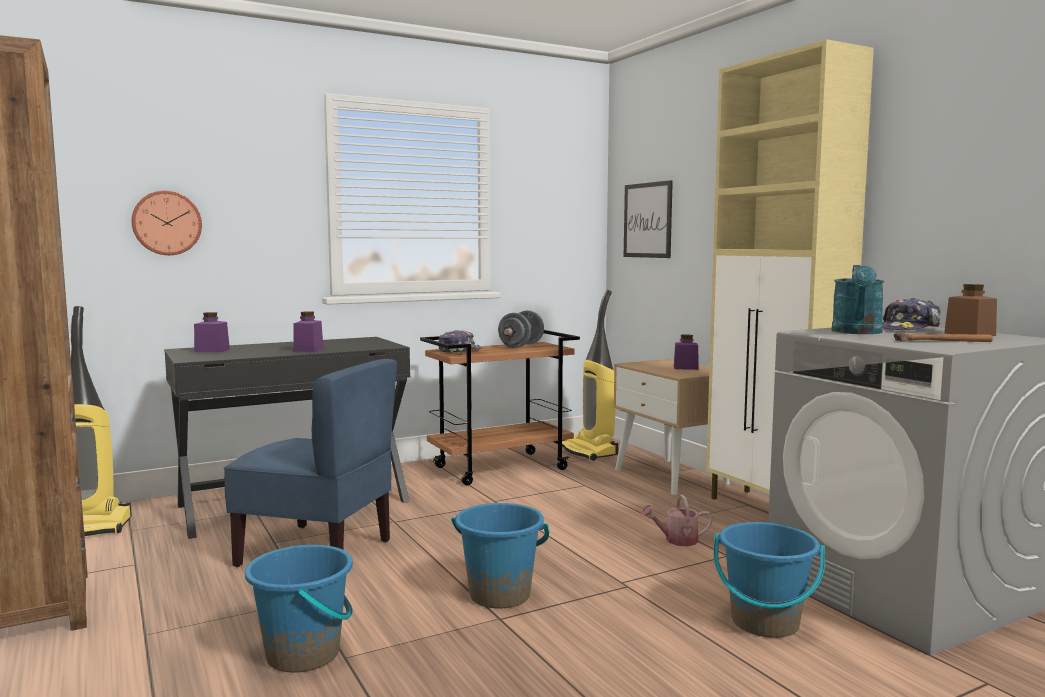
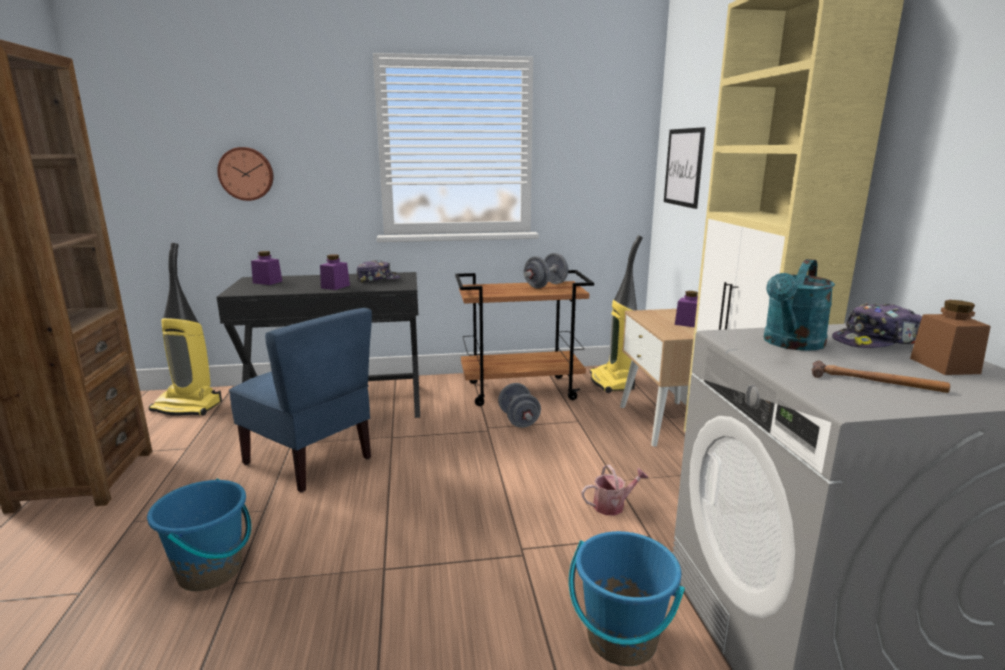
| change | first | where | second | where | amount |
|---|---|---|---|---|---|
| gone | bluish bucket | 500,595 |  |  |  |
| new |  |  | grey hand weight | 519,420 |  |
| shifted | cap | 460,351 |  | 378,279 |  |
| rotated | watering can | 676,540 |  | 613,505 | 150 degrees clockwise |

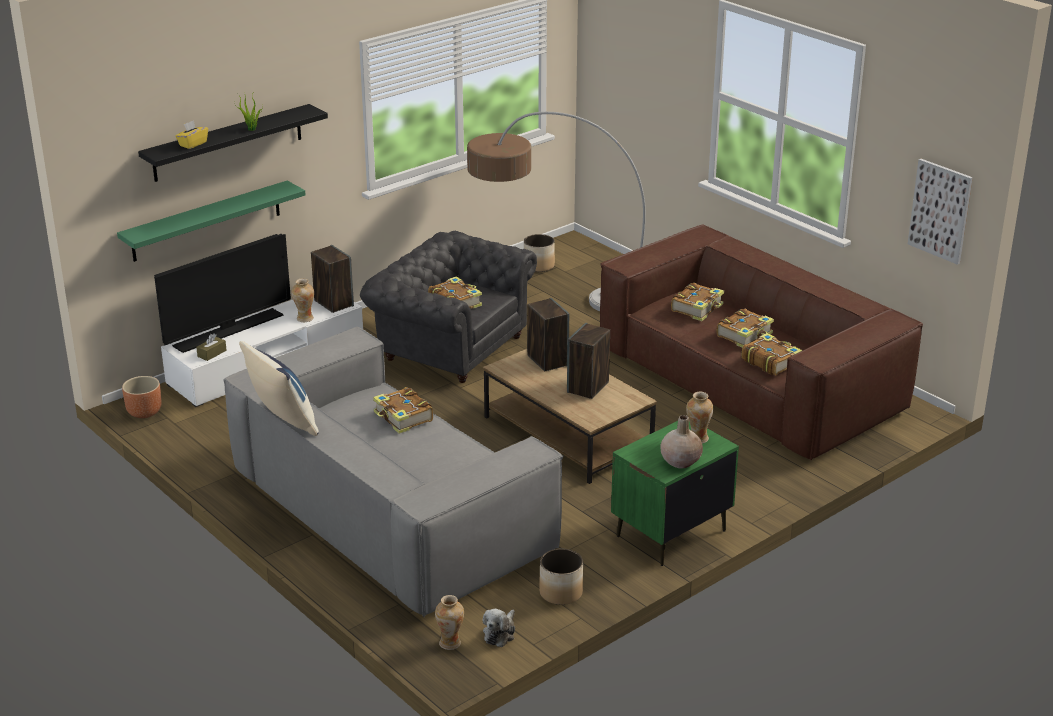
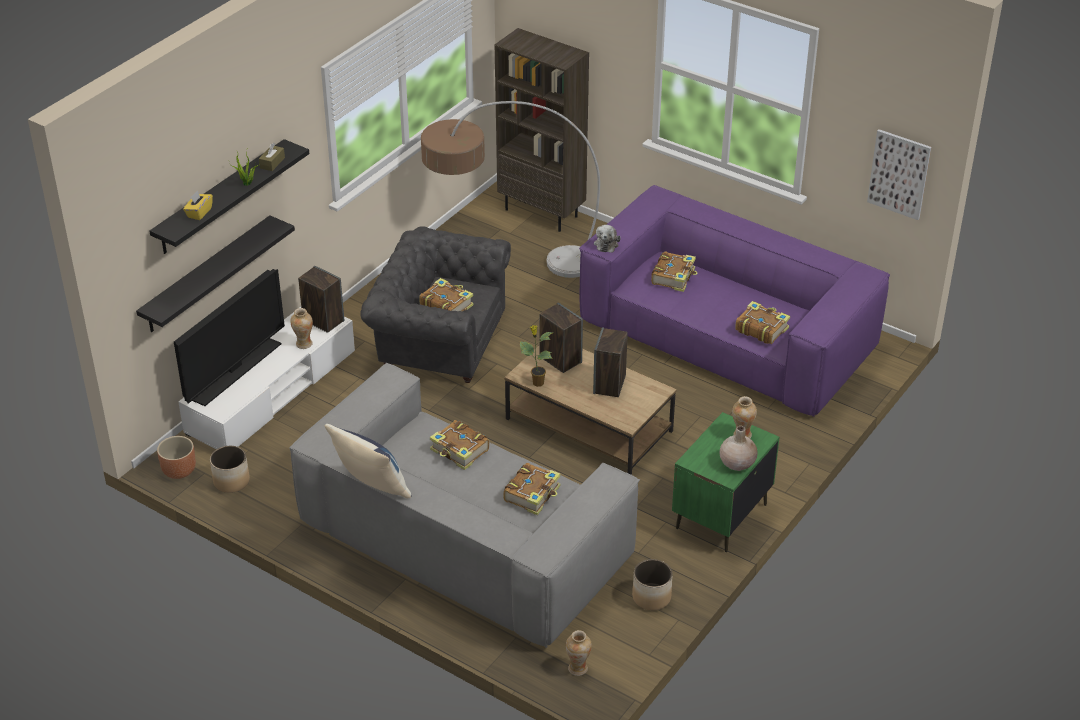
| change | first | where | second | where | amount |
|---|---|---|---|---|---|
| new |  |  | brown shelving unit | 542,213 |  |
| new |  |  | potted plant | 537,382 |  |
| shifted | brown tissue holder | 212,353 |  | 272,163 |  |
| shifted | cuddly toy | 500,633 |  | 606,243 |  |
| shifted | planter | 538,266 |  | 231,481 |  |
| shifted | book | 745,335 |  | 533,494 |  |
| repainted | greenish bracket shelf | 206,221 | black bracket shelf | 207,275 |  |
| repainted | brown sofa | 749,380 | purple sofa | 727,335 |  |

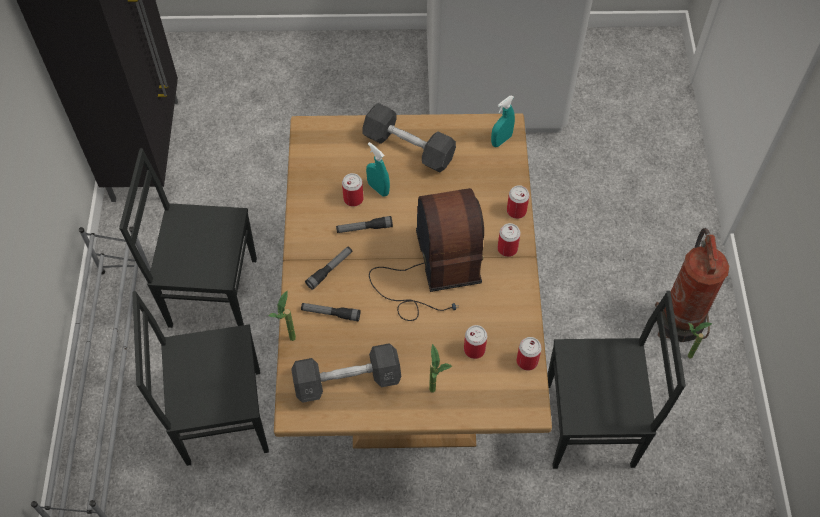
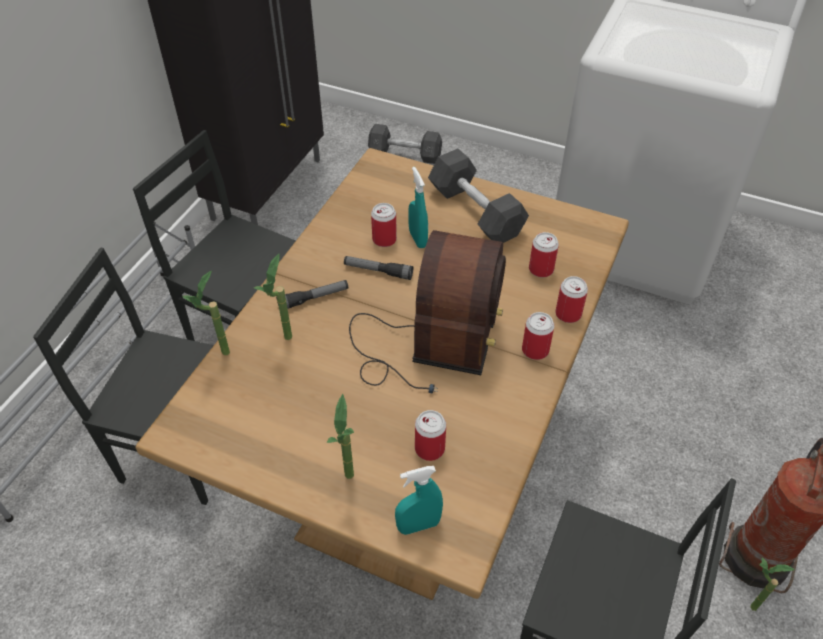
| change | first | where | second | where | amount |
|---|---|---|---|---|---|
| shifted | grey hand weight | 347,380 |  | 405,154 |  |
| shifted | blue-green hand sprayer | 501,140 |  | 418,525 |  |
| shifted | can | 527,361 |  | 541,269 |  |
| swapped | torch | 330,313 | potted plant | 284,343 |  |

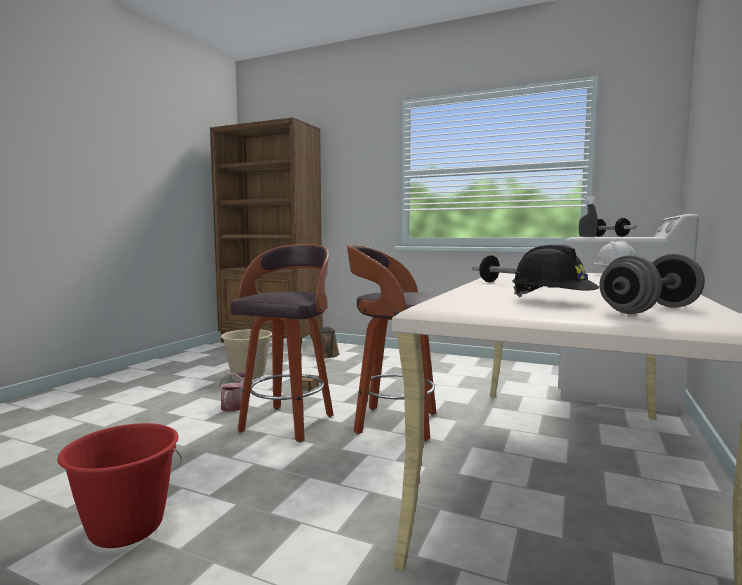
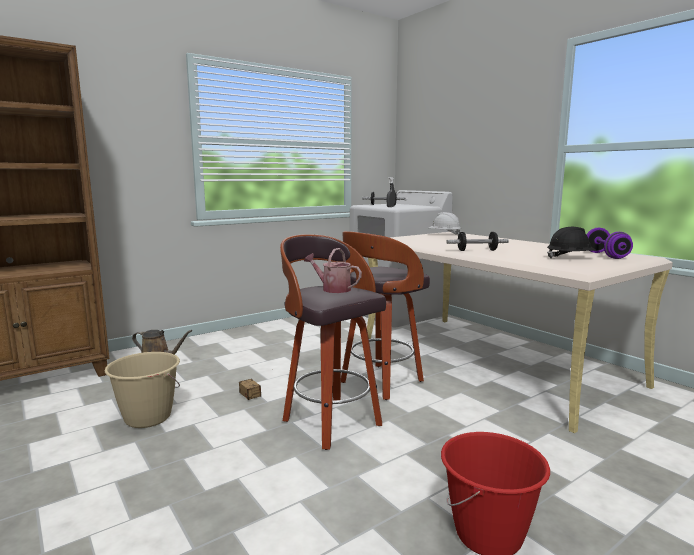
| change | first | where | second | where | amount |
|---|---|---|---|---|---|
| shifted | watering can | 234,405 |  | 332,289 |  |
| repainted | grey hand weight | 650,310 | purple hand weight | 606,255 |  |

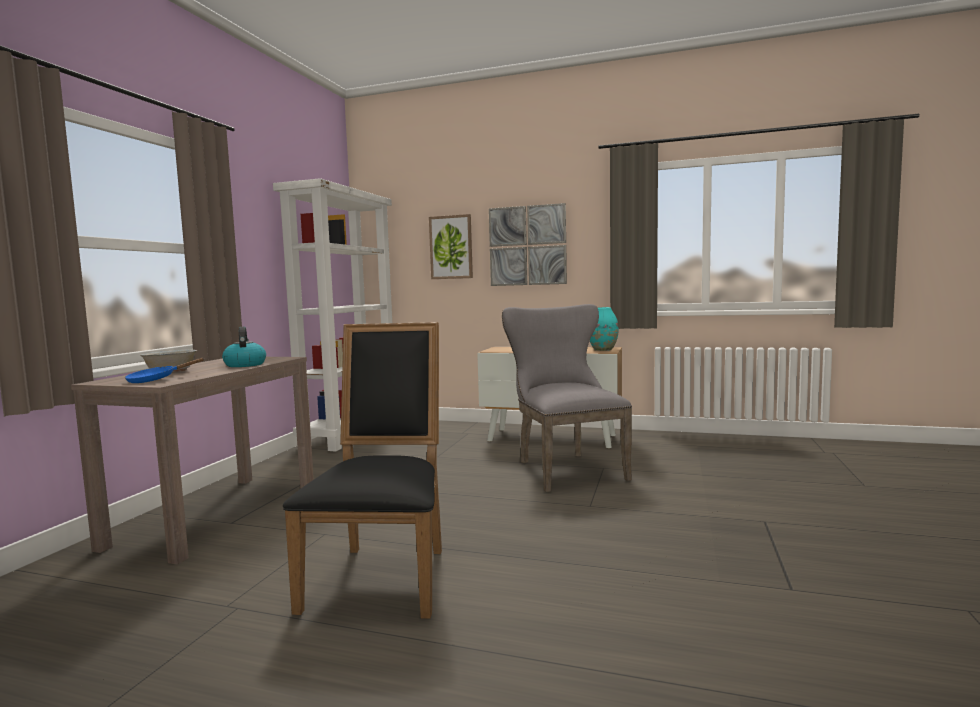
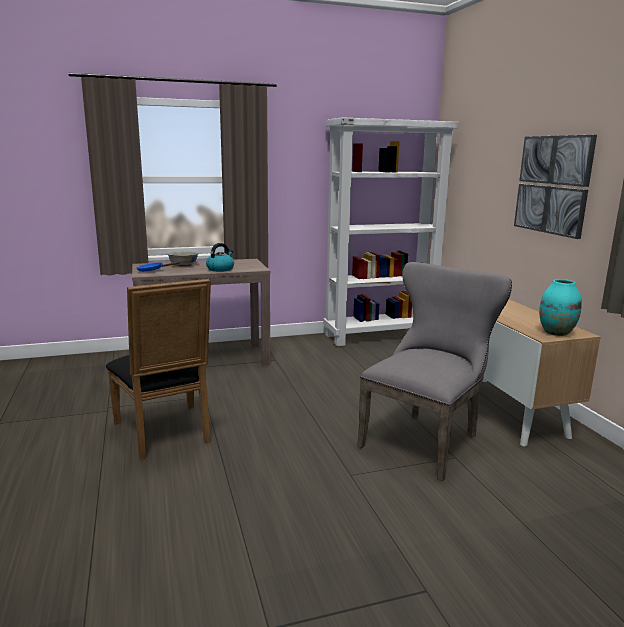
| change | first | where | second | where | amount |
|---|---|---|---|---|---|
| gone | wall picture | 451,247 |  |  |  |
| rotated | black upright chair | 383,575 |  | 166,434 | 90 degrees clockwise |

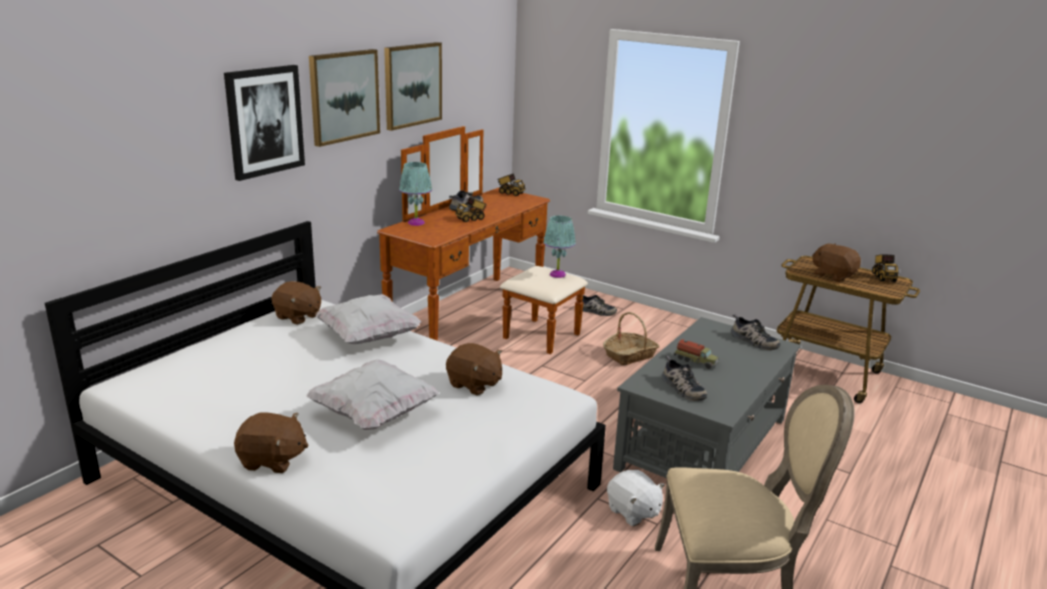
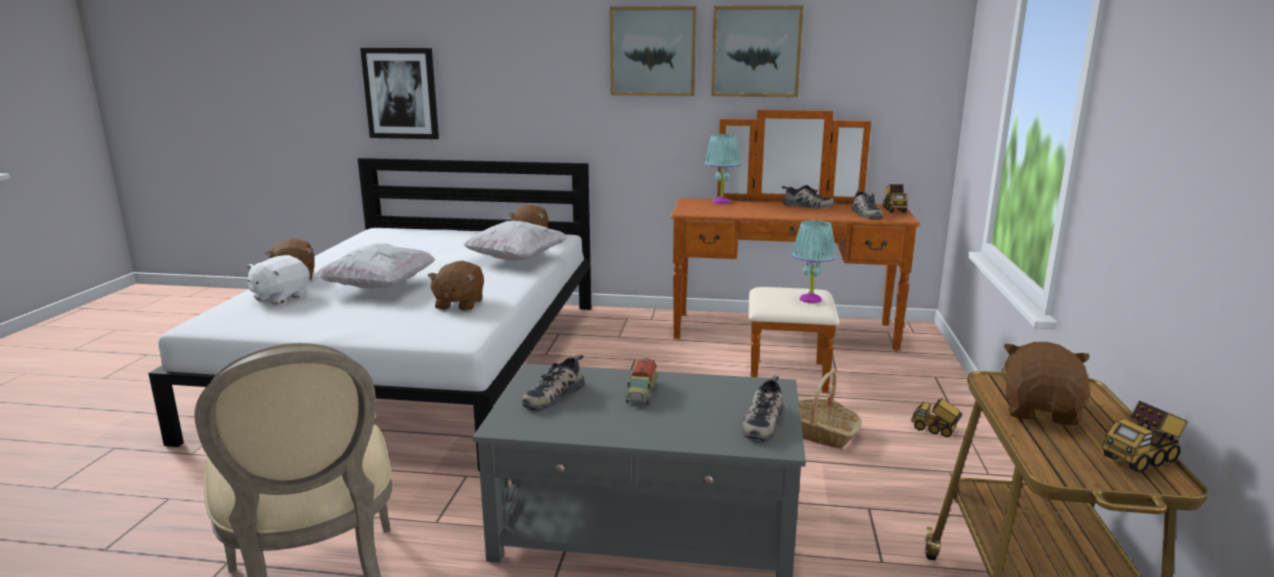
| change | first | where | second | where | amount |
|---|---|---|---|---|---|
| shifted | wall picture | 264,121 |  | 401,93 |  |
| shifted | model truck | 471,219 |  | 935,430 |  |
| shifted | item of footwear | 596,311 |  | 864,214 |  |
| shifted | white cuddly toy | 633,512 |  | 280,297 |  |

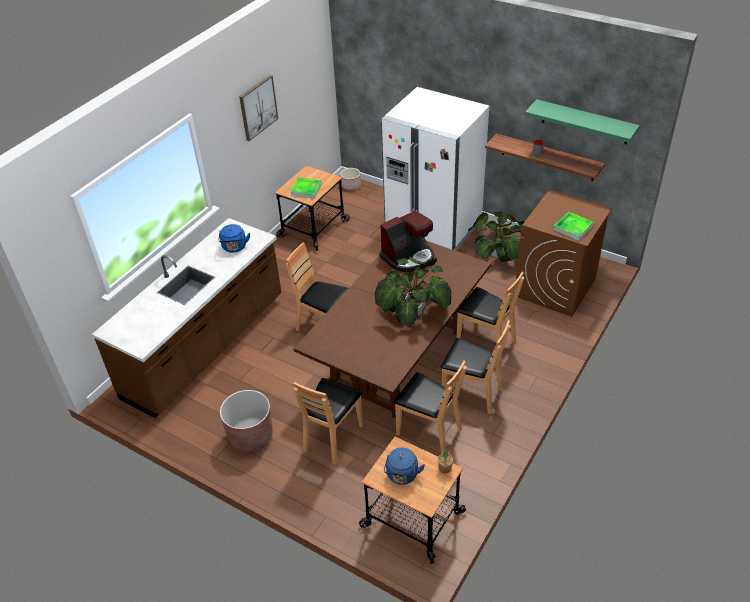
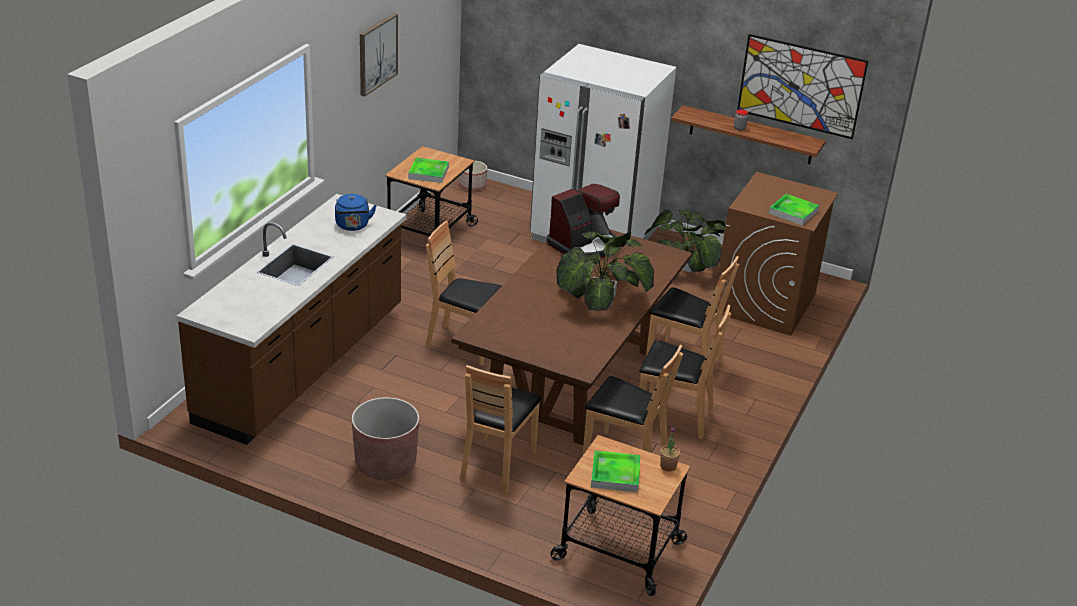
| change | first | where | second | where | amount |
|---|---|---|---|---|---|
| swapped | bluish water kettle | 402,476 | tray | 615,474 |  |
| swapped | greenish bracket shelf | 585,122 | wall picture | 801,86 |  |

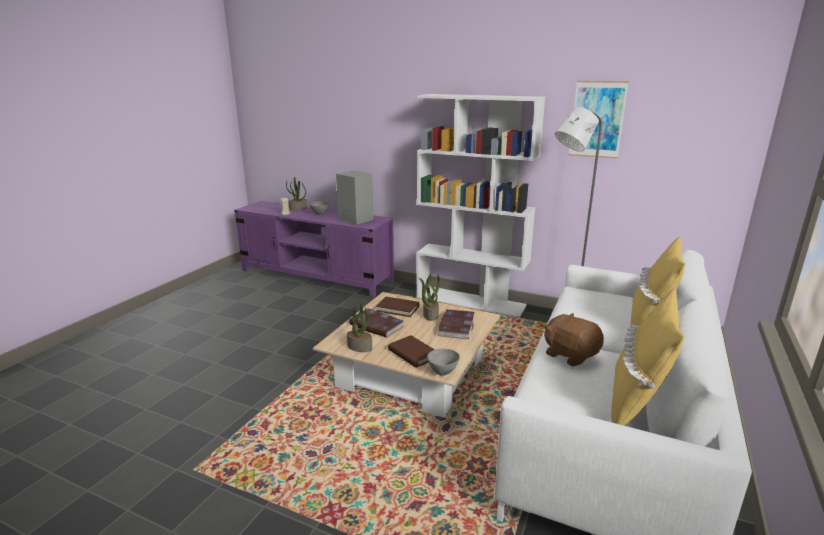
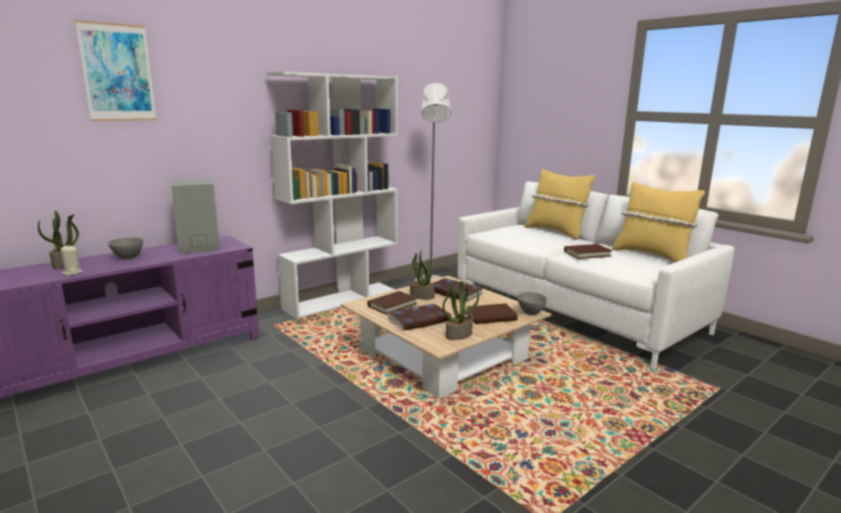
| change | first | where | second | where | amount |
|---|---|---|---|---|---|
| shifted | wall picture | 597,119 |  | 117,73 |  |
| swapped | brown cuddly toy | 570,355 | brown book | 587,254 |  |

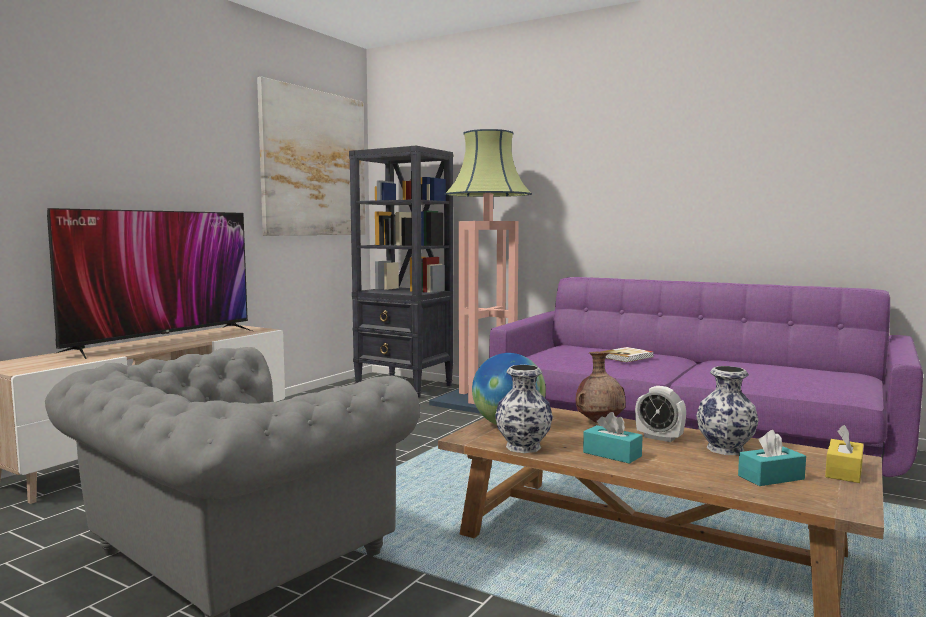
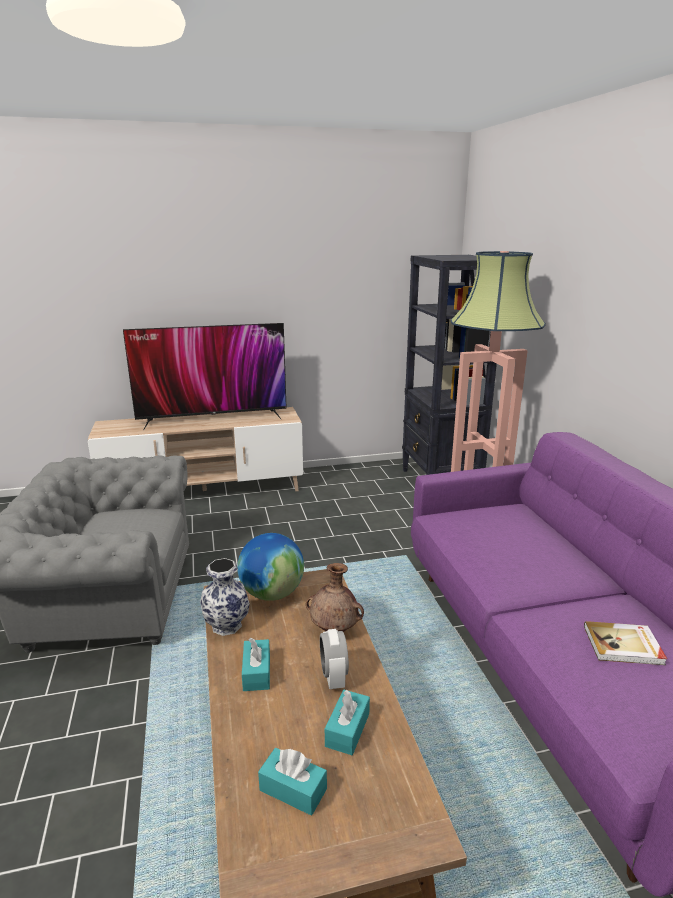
| change | first | where | second | where | amount |
|---|---|---|---|---|---|
| gone | wall picture | 314,163 |  |  |  |
| gone | yellow tissue holder | 844,471 |  |  |  |
| shifted | book | 627,357 |  | 623,645 |  |
| swapped | decorative vase | 726,449 | blue-green tissue holder | 347,730 |  |

